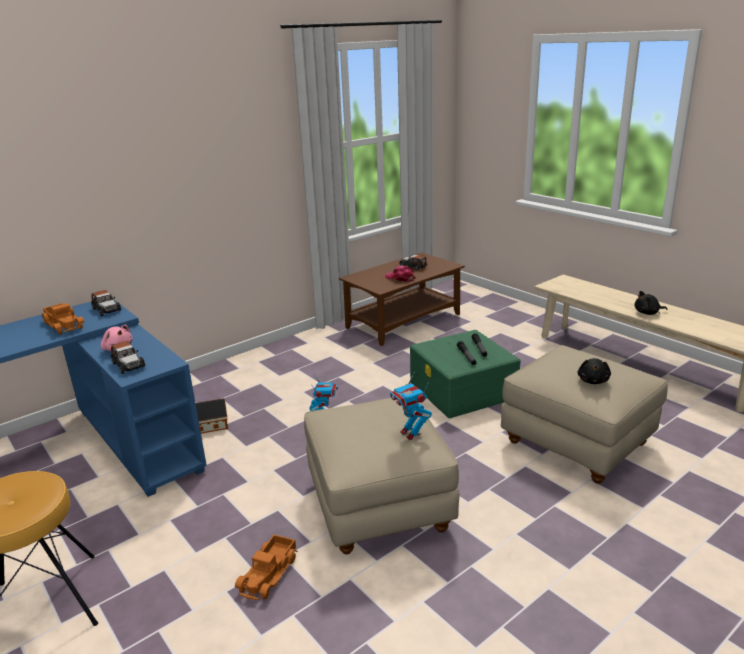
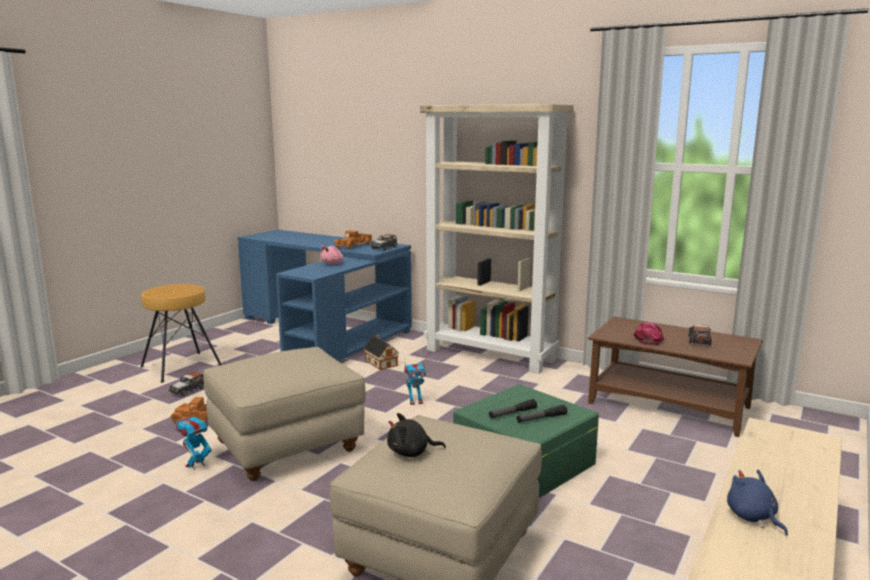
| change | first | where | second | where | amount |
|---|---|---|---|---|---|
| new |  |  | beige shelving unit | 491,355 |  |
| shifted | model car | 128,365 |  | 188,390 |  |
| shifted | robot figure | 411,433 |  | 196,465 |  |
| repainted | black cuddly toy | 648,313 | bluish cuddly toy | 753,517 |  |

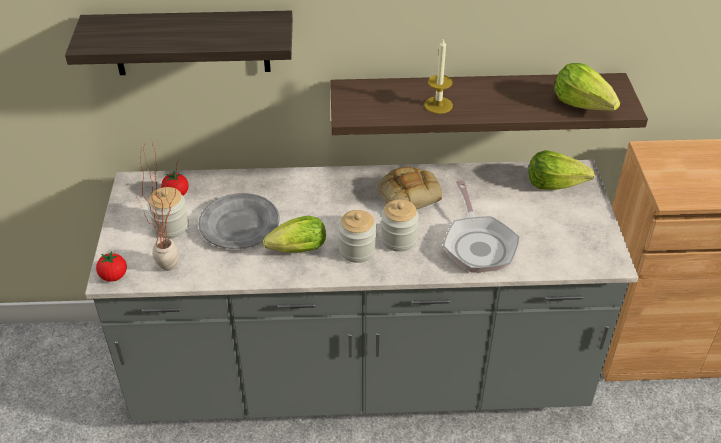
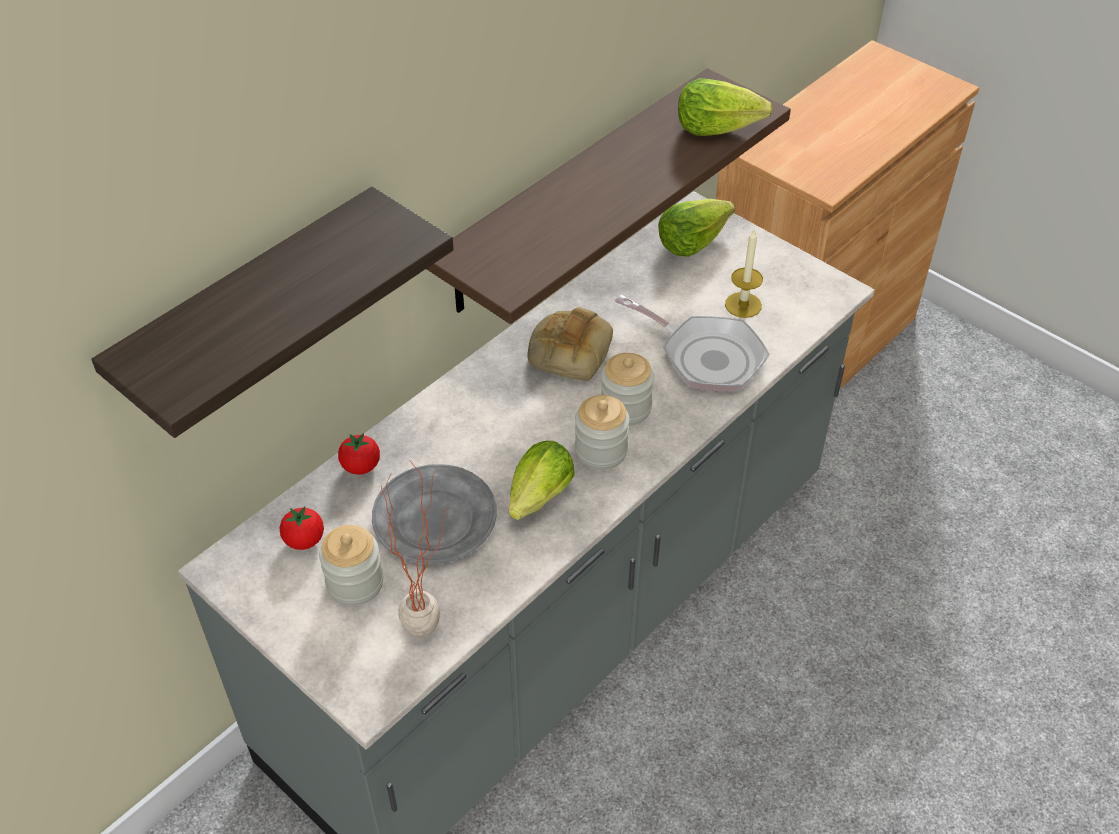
| change | first | where | second | where | amount |
|---|---|---|---|---|---|
| shifted | fresh tomato | 114,276 |  | 361,466 |  |
| shifted | wax candle | 438,105 |  | 743,305 |  |

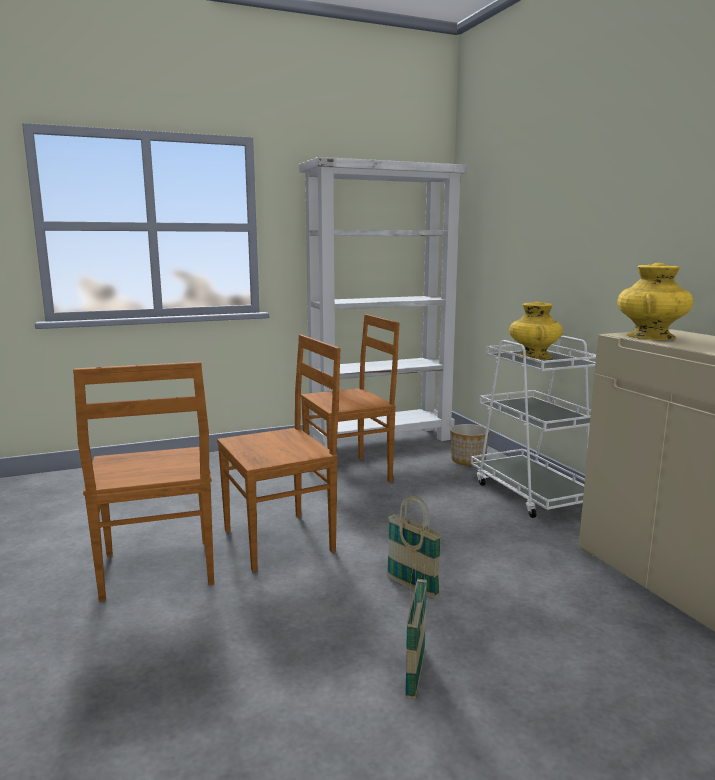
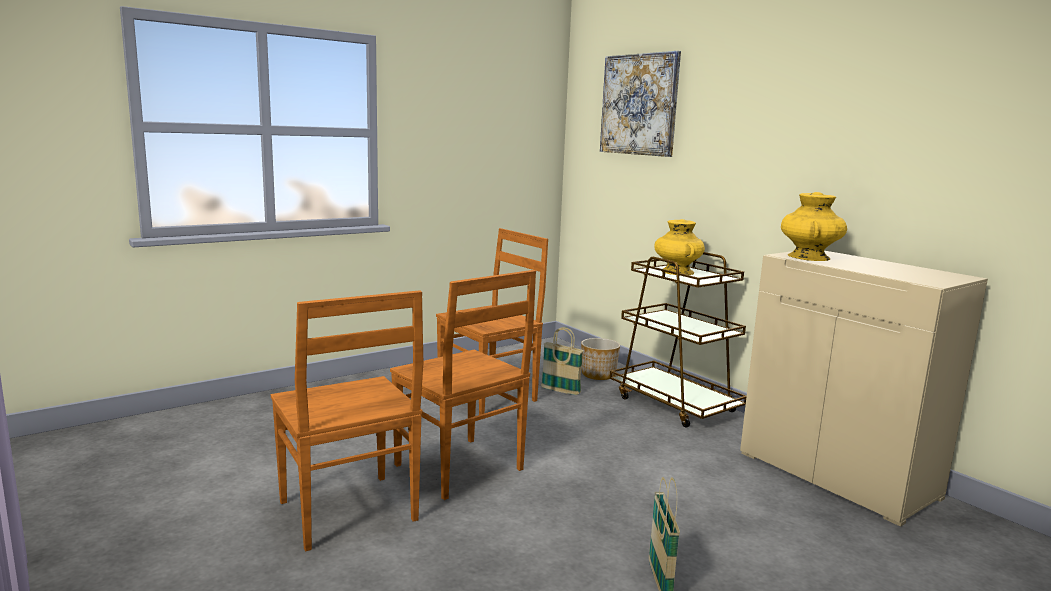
| change | first | where | second | where | amount |
|---|---|---|---|---|---|
| gone | white shelving unit | 381,440 |  |  |  |
| new |  |  | wall picture | 639,104 |  |
| shifted | basket | 412,587 |  | 560,391 |  |
| repainted | white cart | 532,493 | brown cart | 674,404 |  |
| rotated | brown upright chair | 282,540 |  | 461,469 | 90 degrees clockwise |

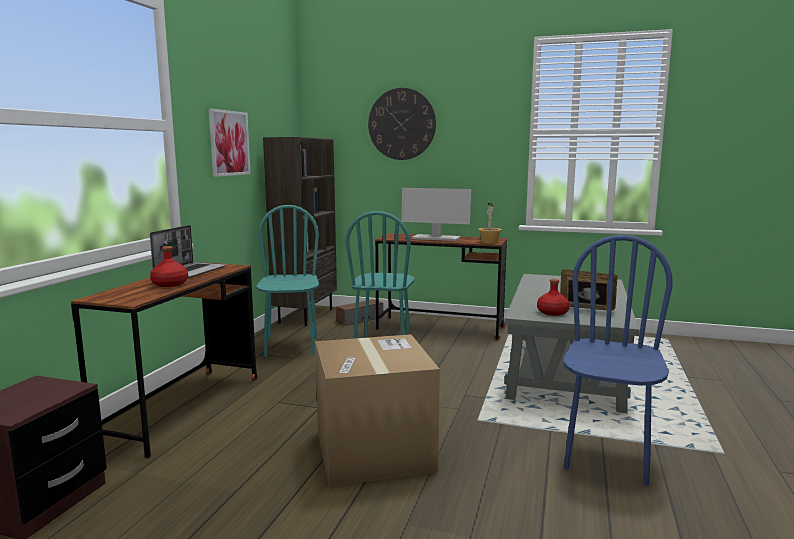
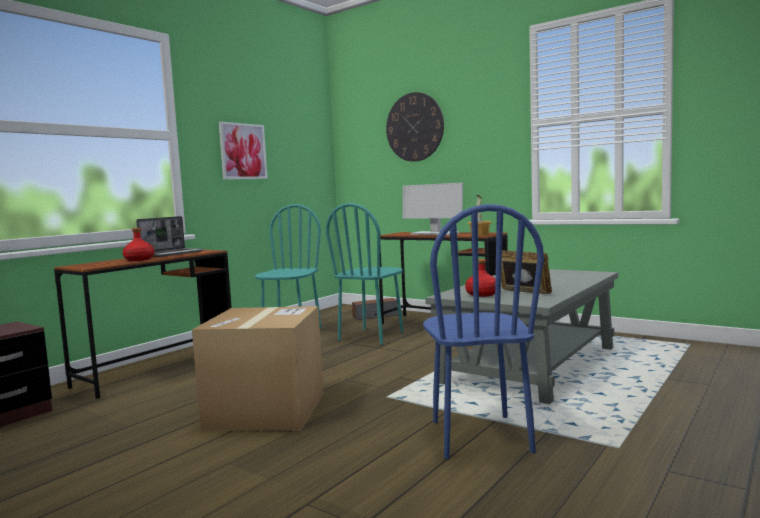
| change | first | where | second | where | amount |
|---|---|---|---|---|---|
| gone | brown shelving unit | 305,316 |  |  |  |
| rotated | bluish upright chair | 607,456 |  | 479,436 | 135 degrees clockwise |

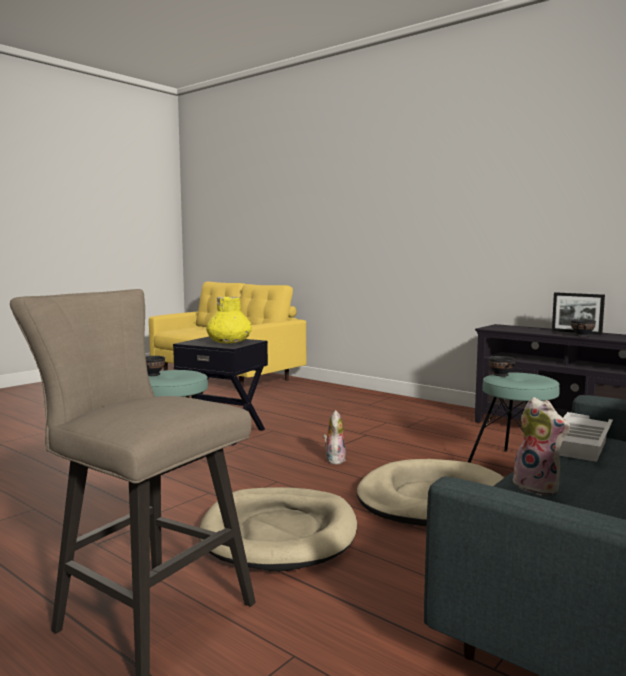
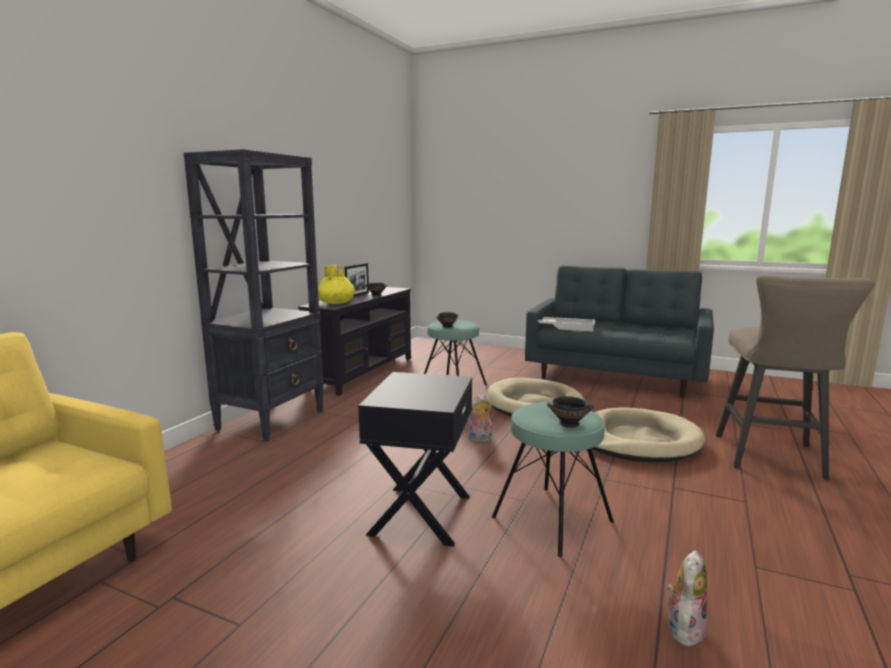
| change | first | where | second | where | amount |
|---|---|---|---|---|---|
| new |  |  | black shelving unit | 272,420 |  |
| shifted | yellow decorative vase | 229,342 |  | 336,303 |  |
| shifted | cuddly toy | 539,487 |  | 683,628 |  |

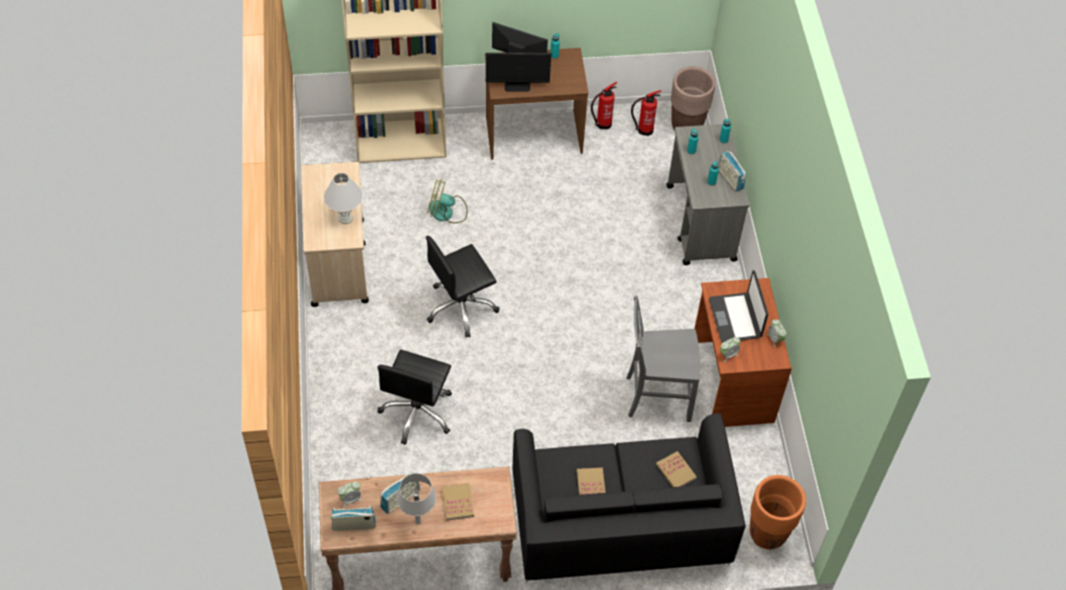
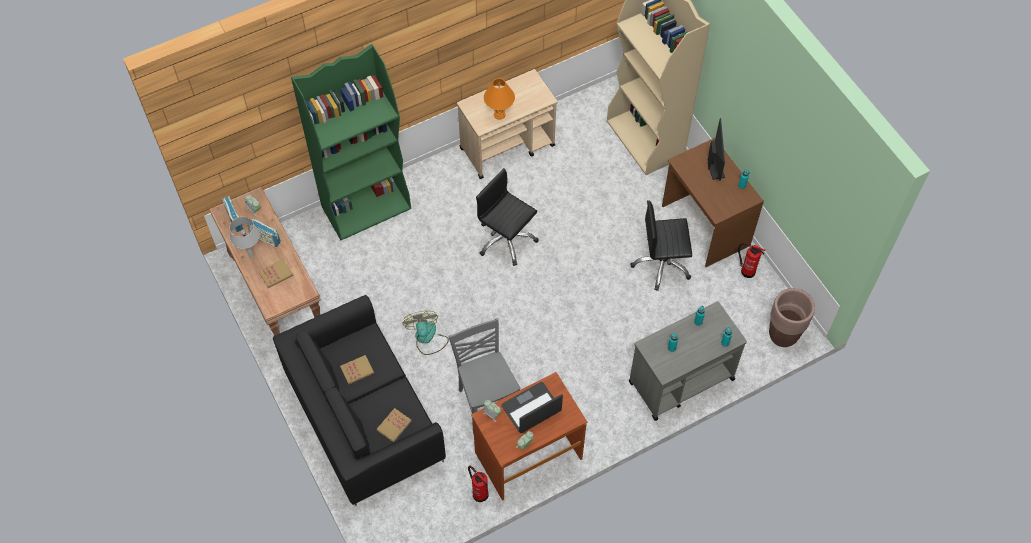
| change | first | where | second | where | amount |
|---|---|---|---|---|---|
| gone | computer display | 517,85 |  |  |  |
| gone | radio receiver | 730,178 |  |  |  |
| gone | orange planter | 767,534 |  |  |  |
| new |  |  | greenish shelving unit | 366,207 |  |
| shifted | black office chair | 417,412 |  | 661,264 |  |
| shifted | fan | 447,212 |  | 427,338 |  |
| shifted | fire extinguisher | 643,130 |  | 479,493 |  |
| repainted | white lamp for a table | 346,218 | orange lamp for a table | 499,115 |  |

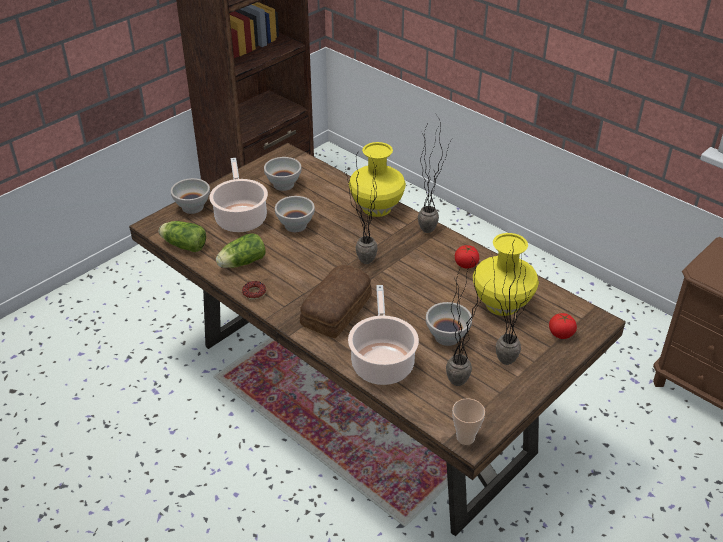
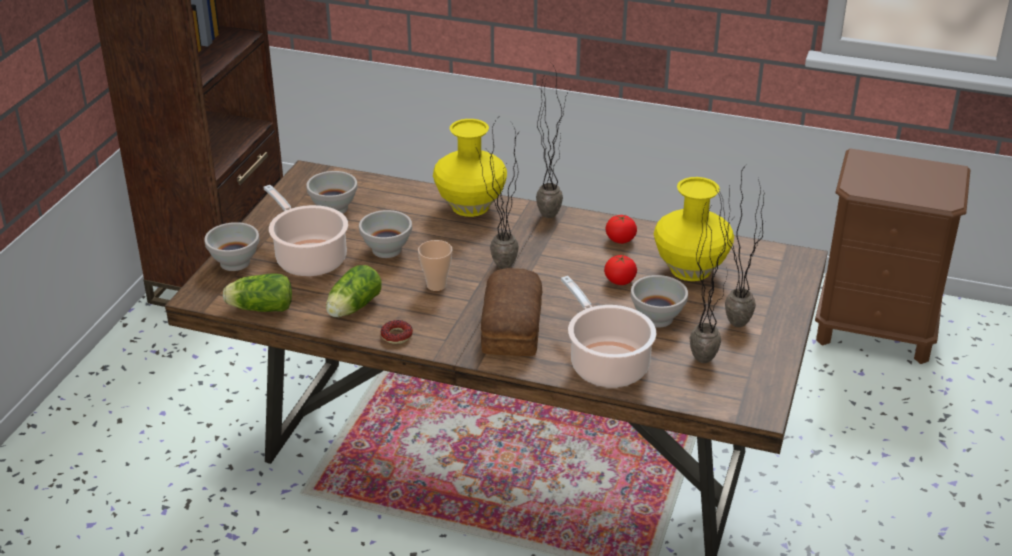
| change | first | where | second | where | amount |
|---|---|---|---|---|---|
| shifted | drinking cup | 465,438 |  | 436,285 |  |
| shifted | fresh tomato | 561,334 |  | 619,281 |  |

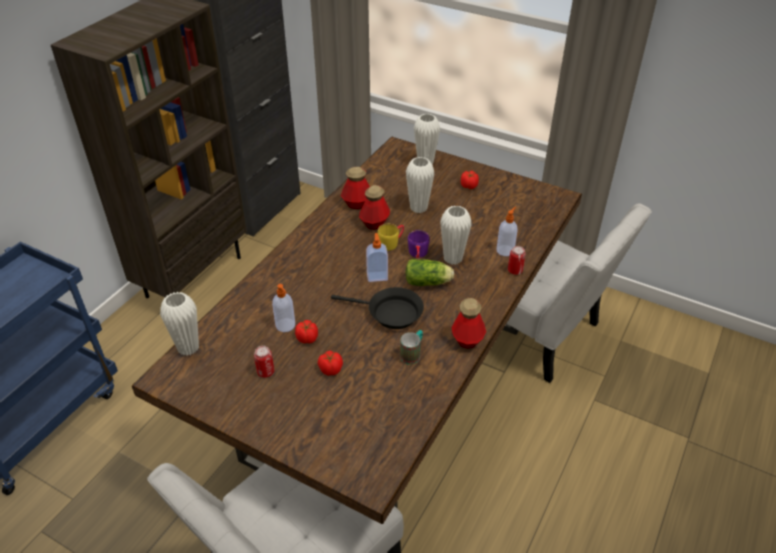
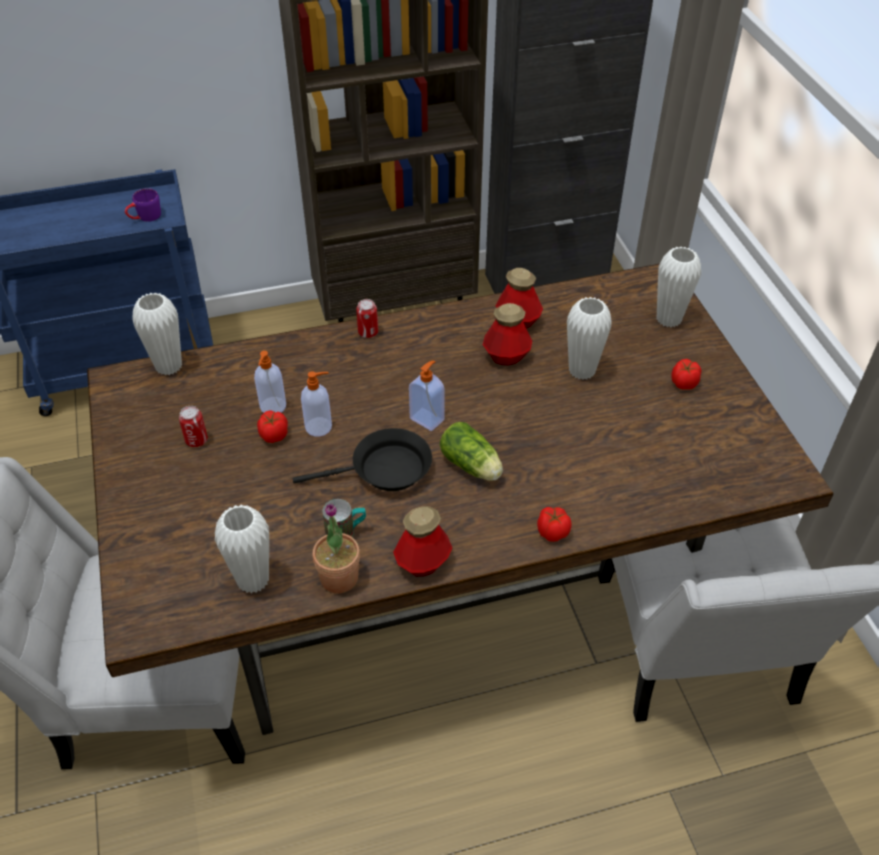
| change | first | where | second | where | amount |
|---|---|---|---|---|---|
| gone | yellow tea mug | 391,242 |  |  |  |
| new |  |  | potted plant | 339,578 |  |
| shifted | fresh tomato | 330,369 |  | 552,531 |  |
| shifted | purple tea mug | 418,255 |  | 145,217 |  |
| shifted | white decorative vase | 453,258 |  | 253,580 |  |
| shifted | liquid soap bottle | 505,250 |  | 319,427 |  |
| shifted | can | 515,270 |  | 368,332 |  |
| rotated | black pan | 390,313 |  | 384,470 | 75 degrees counterclockwise |

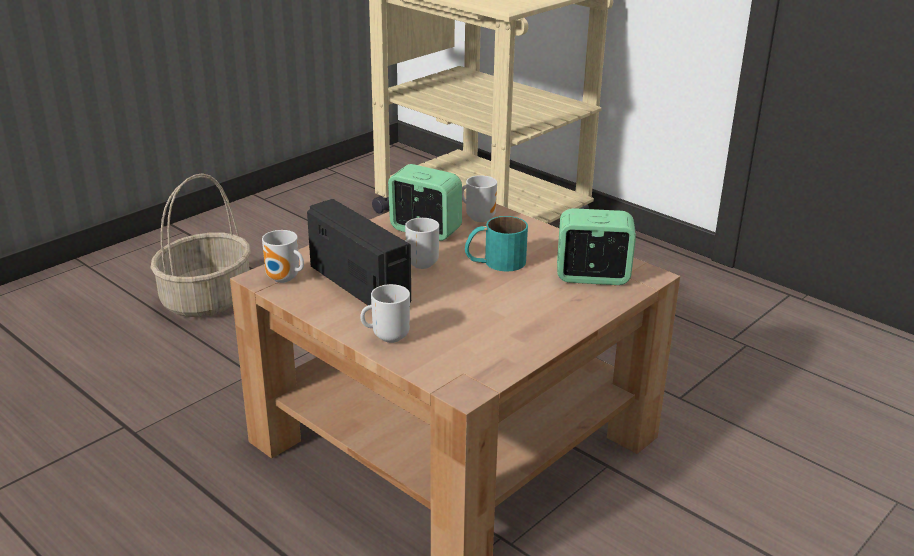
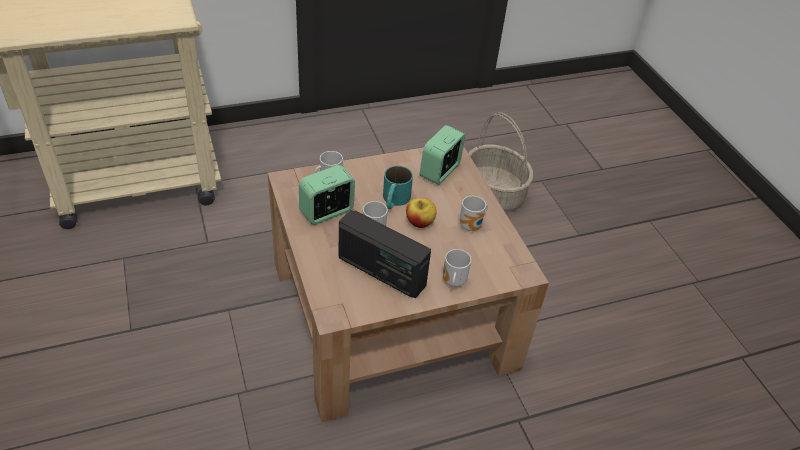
| change | first | where | second | where | amount |
|---|---|---|---|---|---|
| new |  |  | apple | 419,222 |  |
| shifted | basket | 206,300 |  | 494,194 |  |
| shifted | tea mug | 284,279 |  | 472,226 |  |
| rotated | radio receiver | 360,286 |  | 381,271 | 135 degrees counterclockwise |

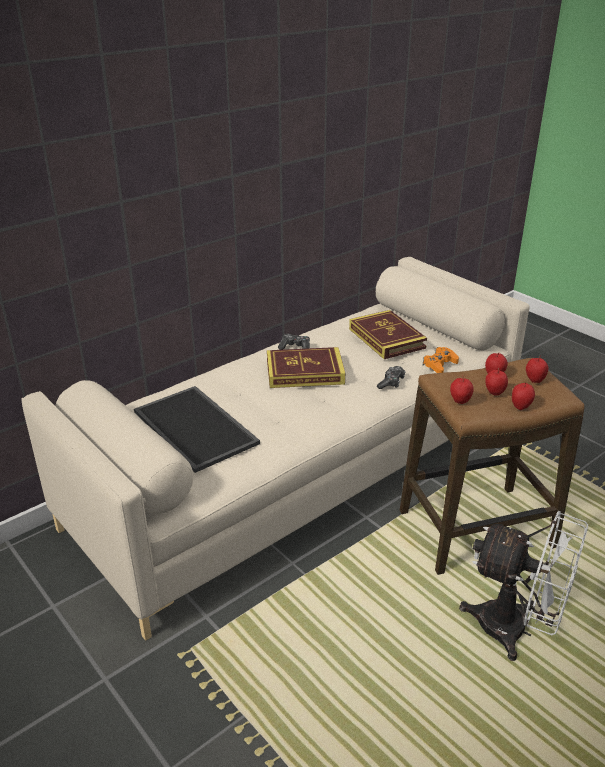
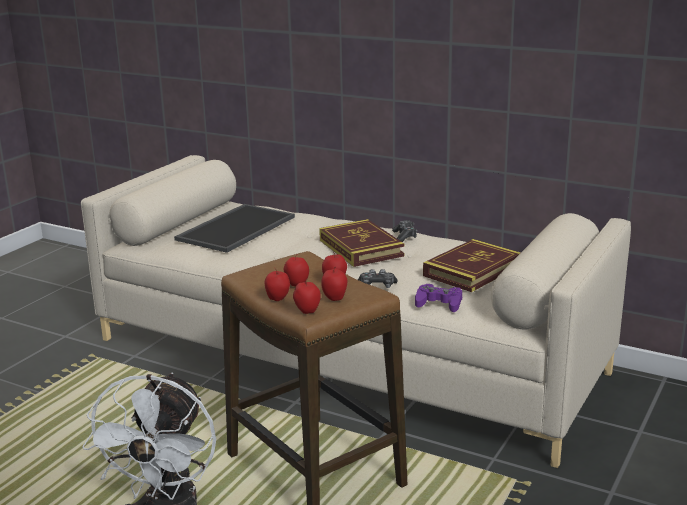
| change | first | where | second | where | amount |
|---|---|---|---|---|---|
| shifted | apple | 460,402 |  | 307,311 |  |
| repainted | orange game controller | 439,365 | purple game controller | 439,303 |  |

